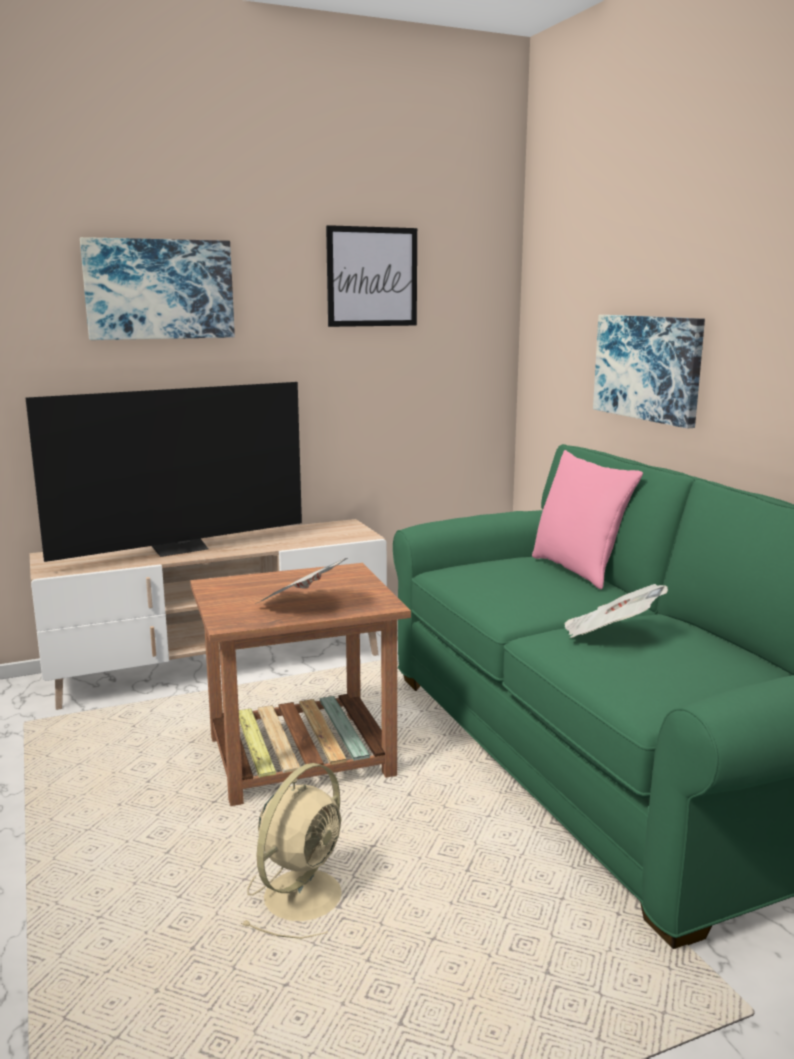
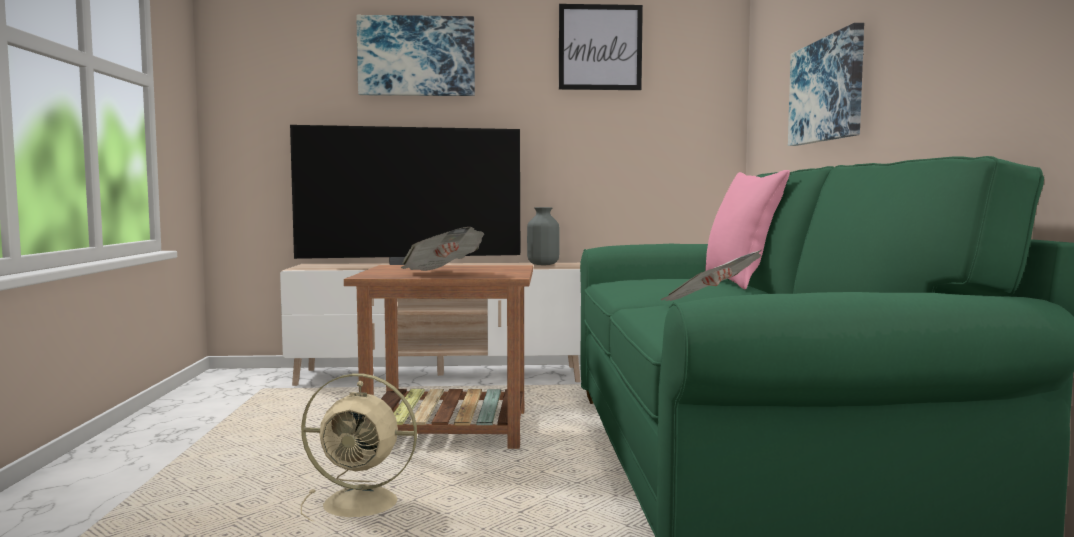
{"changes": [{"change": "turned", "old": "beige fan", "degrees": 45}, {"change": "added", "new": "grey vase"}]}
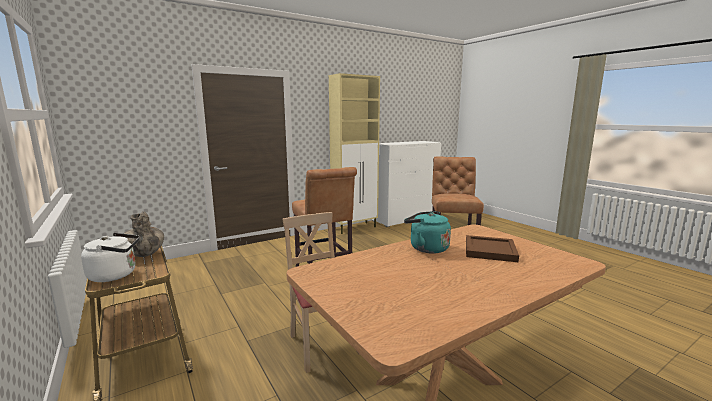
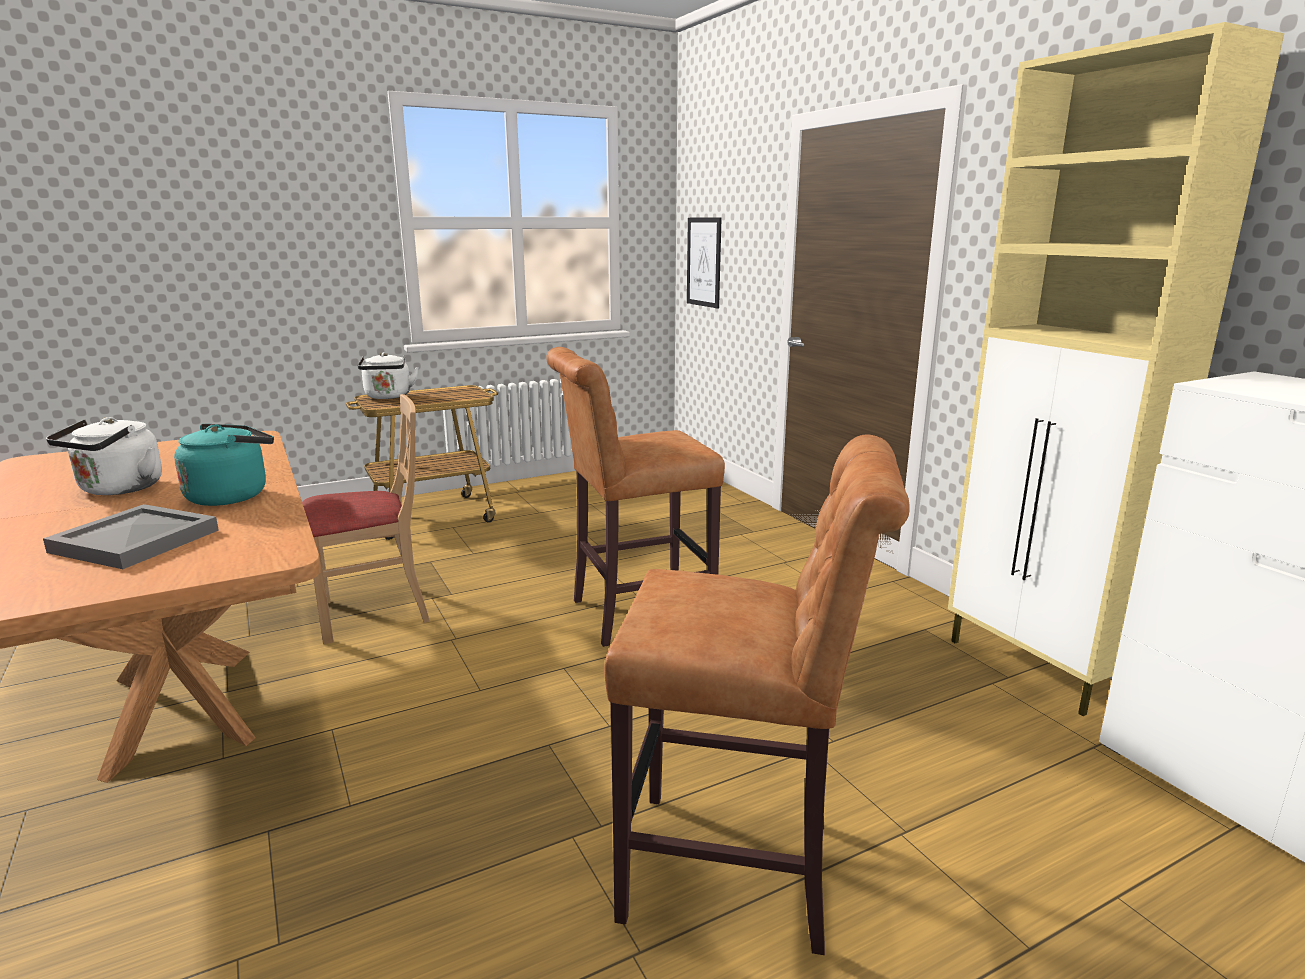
{"changes": [{"change": "recoloured", "old": "brown tray", "new": "grey tray"}, {"change": "added", "new": "white kettle (1st from left)"}, {"change": "added", "new": "picture"}, {"change": "removed", "old": "vase"}]}
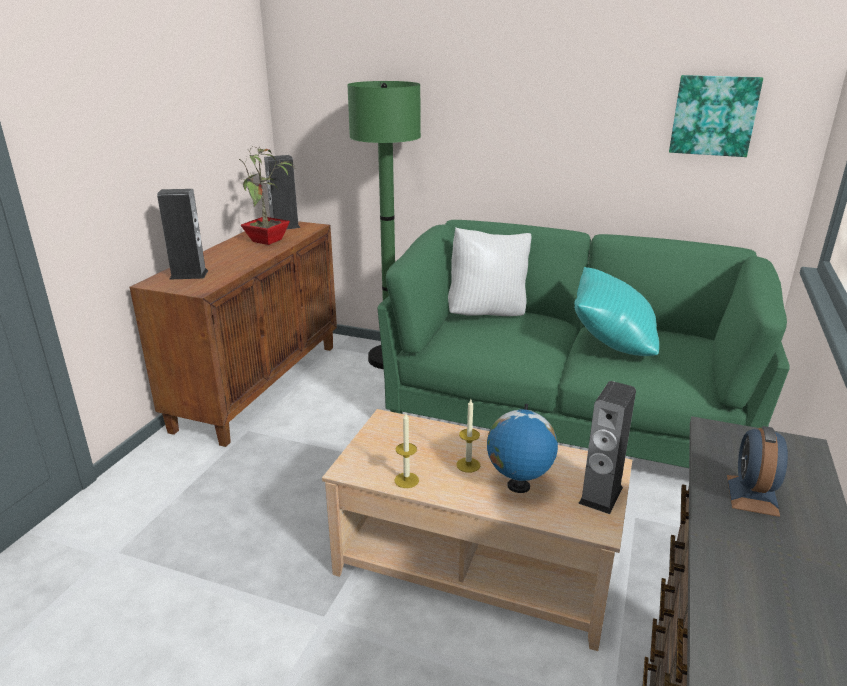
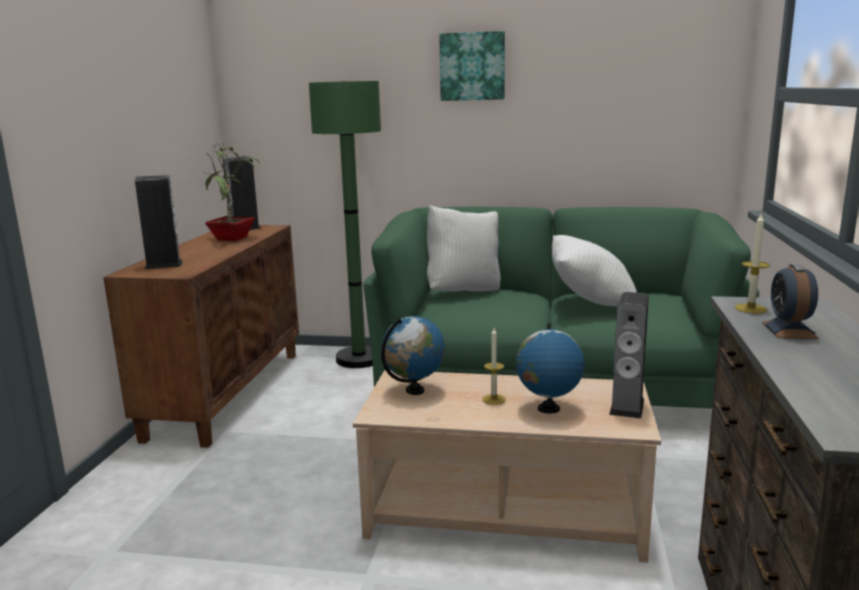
{"changes": [{"change": "added", "new": "globe (1st from left)"}, {"change": "moved", "old": "picture"}, {"change": "recoloured", "old": "turquoise pillow", "new": "white pillow (2nd from left)"}, {"change": "moved", "old": "candle (1st from left in the first image)", "new": "candle (2nd from left)"}]}
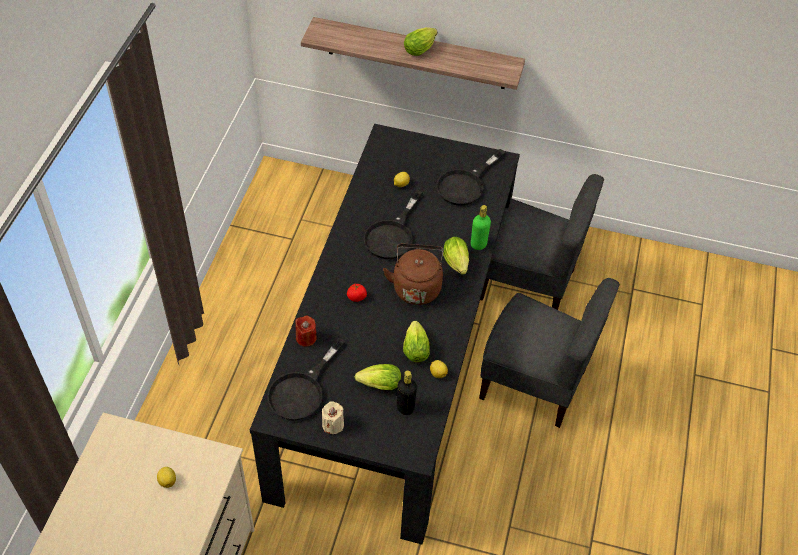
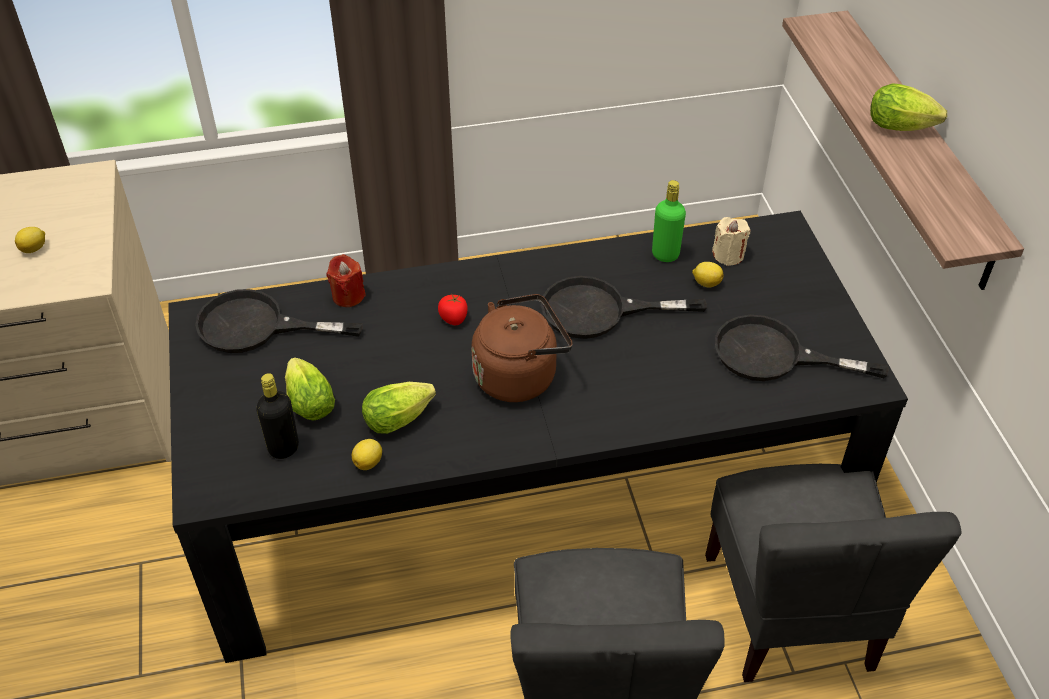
{"changes": [{"change": "moved", "old": "green bottle"}, {"change": "moved", "old": "beige candle"}, {"change": "removed", "old": "lettuce (4th from left)"}]}
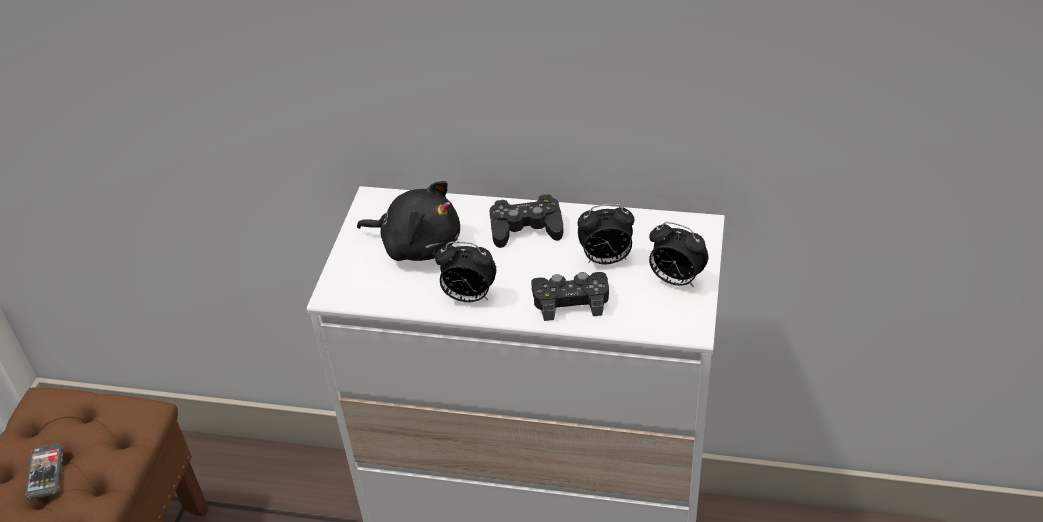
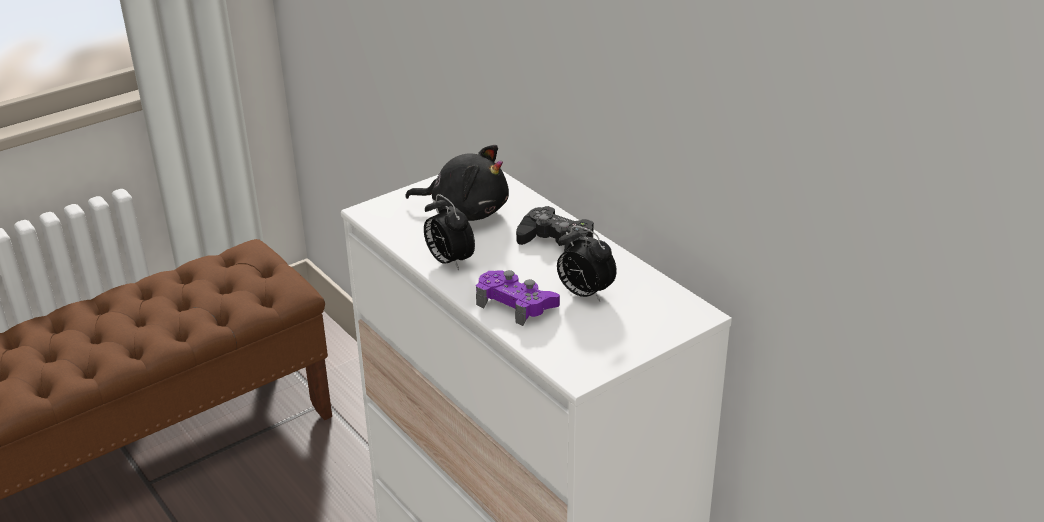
{"changes": [{"change": "turned", "old": "black plush toy", "degrees": -45}, {"change": "recoloured", "old": "black game controller (2nd from left)", "new": "purple game controller"}, {"change": "removed", "old": "phone"}, {"change": "removed", "old": "alarm clock (3rd from left)"}]}
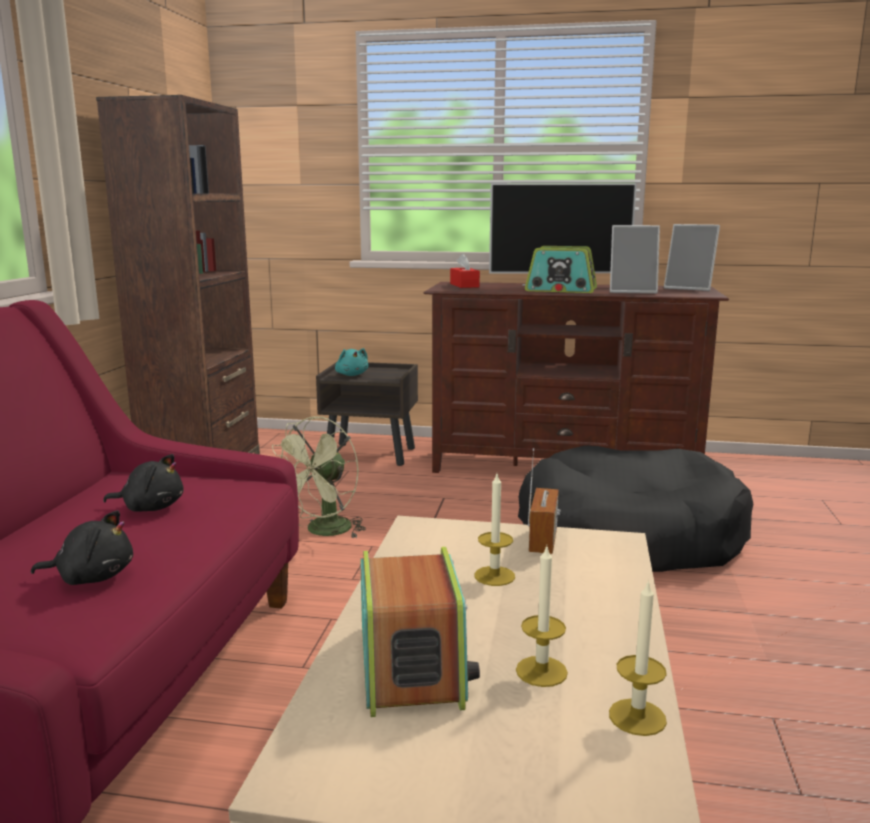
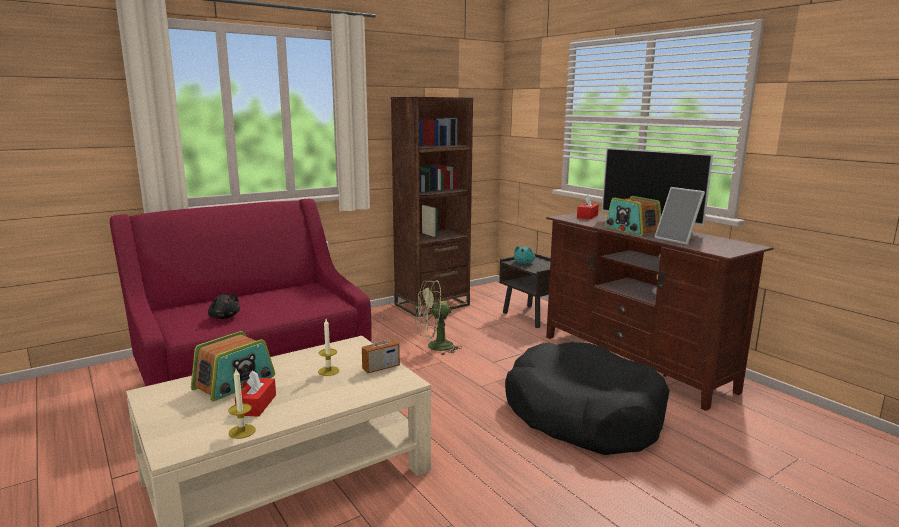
{"changes": [{"change": "replaced", "old": "candle (2nd from left)", "new": "red tissue box (1st from left)"}, {"change": "removed", "old": "black plush toy (2nd from left)"}, {"change": "removed", "old": "picture frame (2nd from left)"}]}
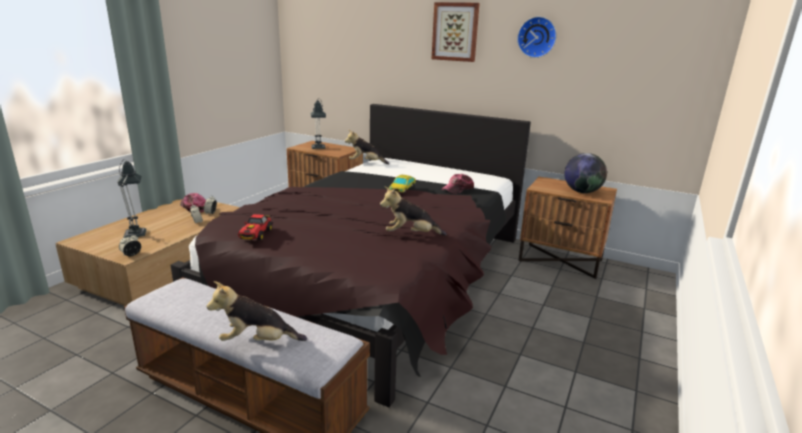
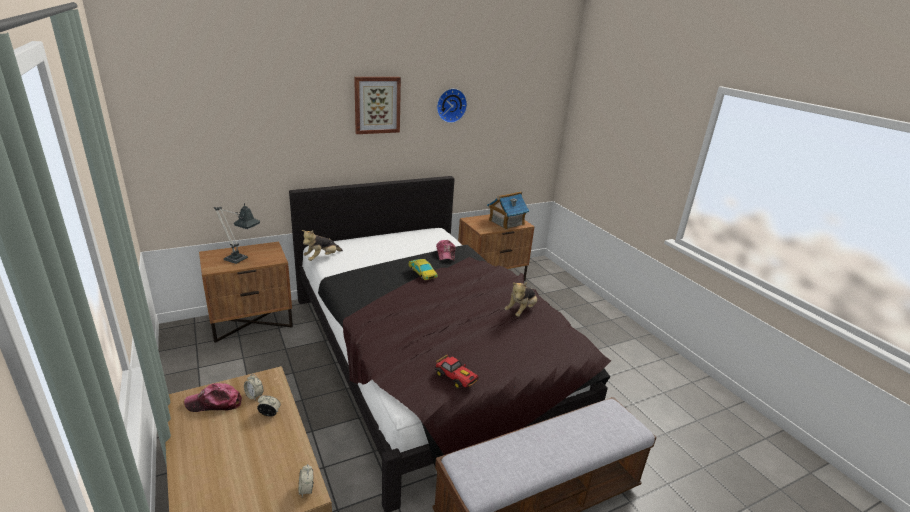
{"changes": [{"change": "replaced", "old": "globe", "new": "toy house"}, {"change": "removed", "old": "table lamp (1st from left)"}, {"change": "removed", "old": "plush toy (1st from left)"}]}
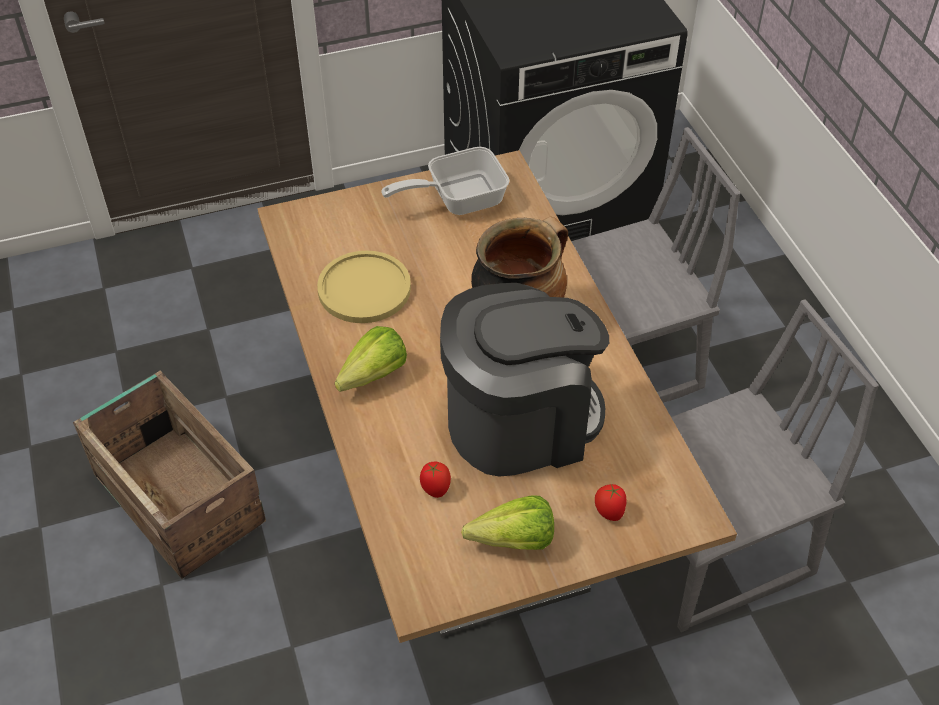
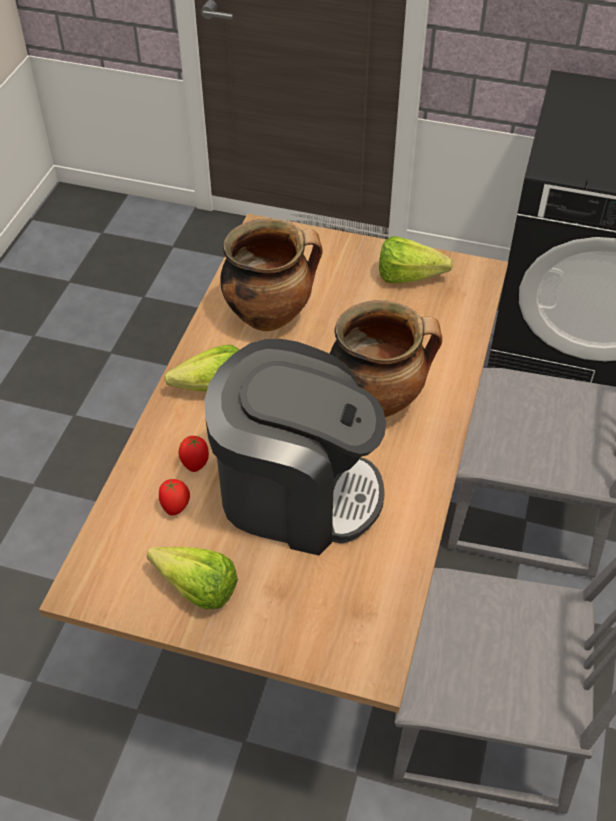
{"changes": [{"change": "moved", "old": "tomato (2nd from left)"}, {"change": "replaced", "old": "yellow plate", "new": "cooking pot (1st from left)"}, {"change": "replaced", "old": "frying pan", "new": "lettuce (3rd from left)"}, {"change": "removed", "old": "crate"}]}
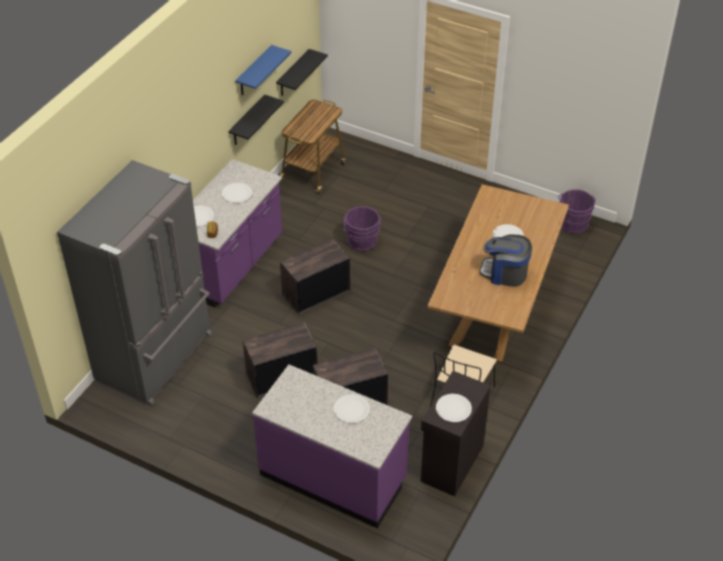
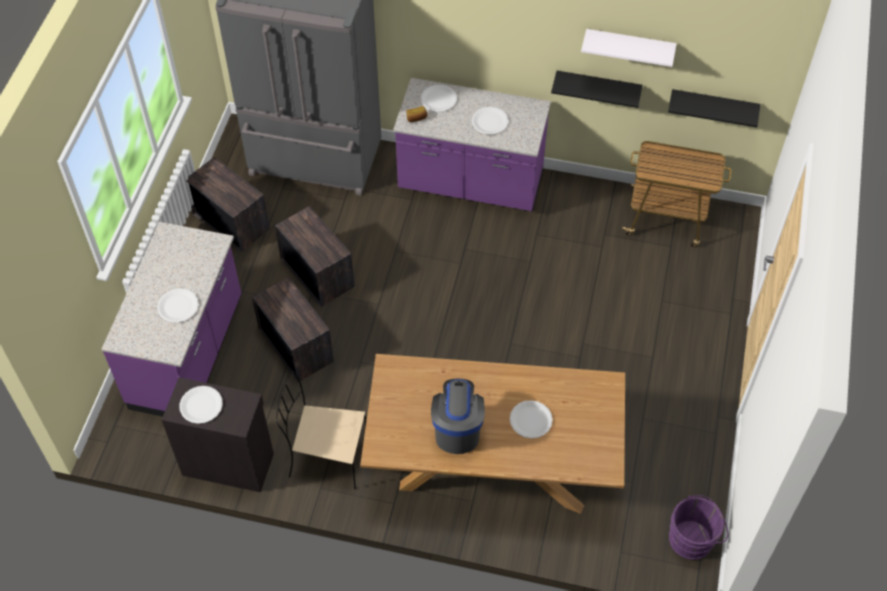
{"changes": [{"change": "moved", "old": "crate (2nd from left in the first image)", "new": "crate (1st from left)"}, {"change": "recoloured", "old": "blue shelf", "new": "white shelf"}, {"change": "removed", "old": "purple bucket (1st from left)"}]}
